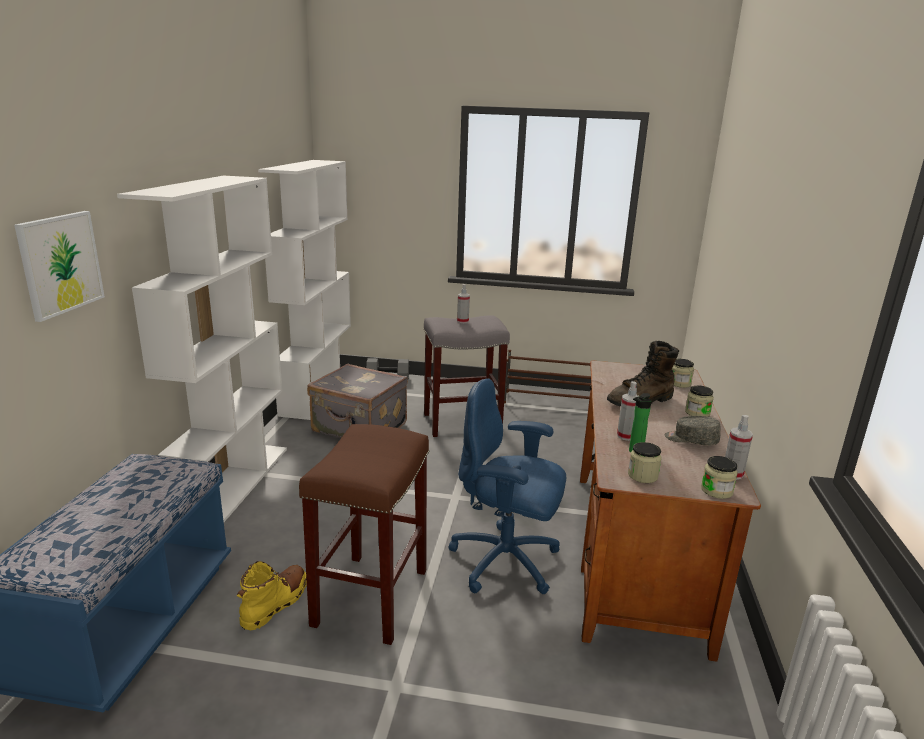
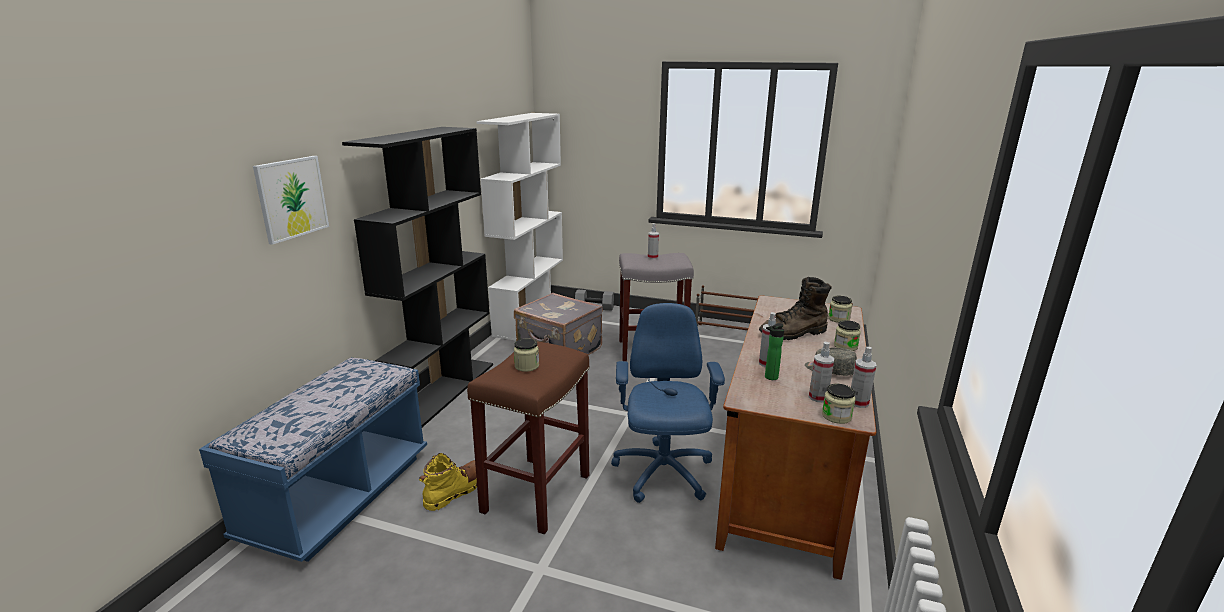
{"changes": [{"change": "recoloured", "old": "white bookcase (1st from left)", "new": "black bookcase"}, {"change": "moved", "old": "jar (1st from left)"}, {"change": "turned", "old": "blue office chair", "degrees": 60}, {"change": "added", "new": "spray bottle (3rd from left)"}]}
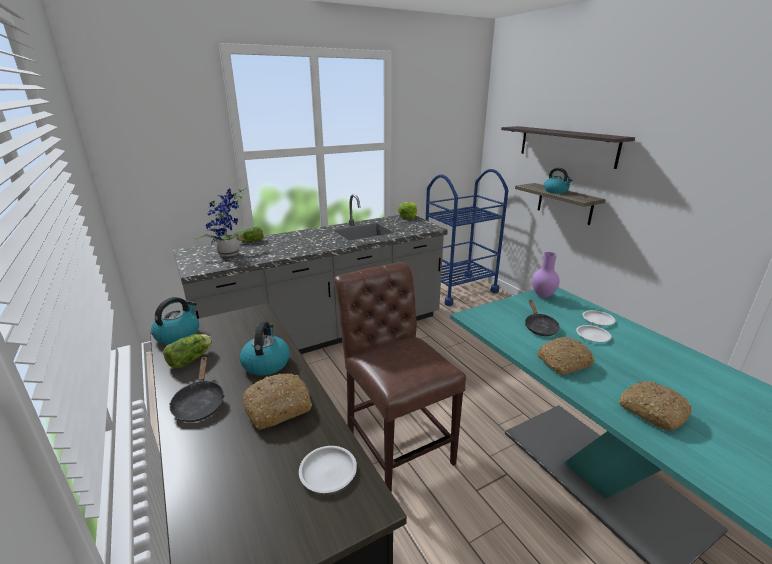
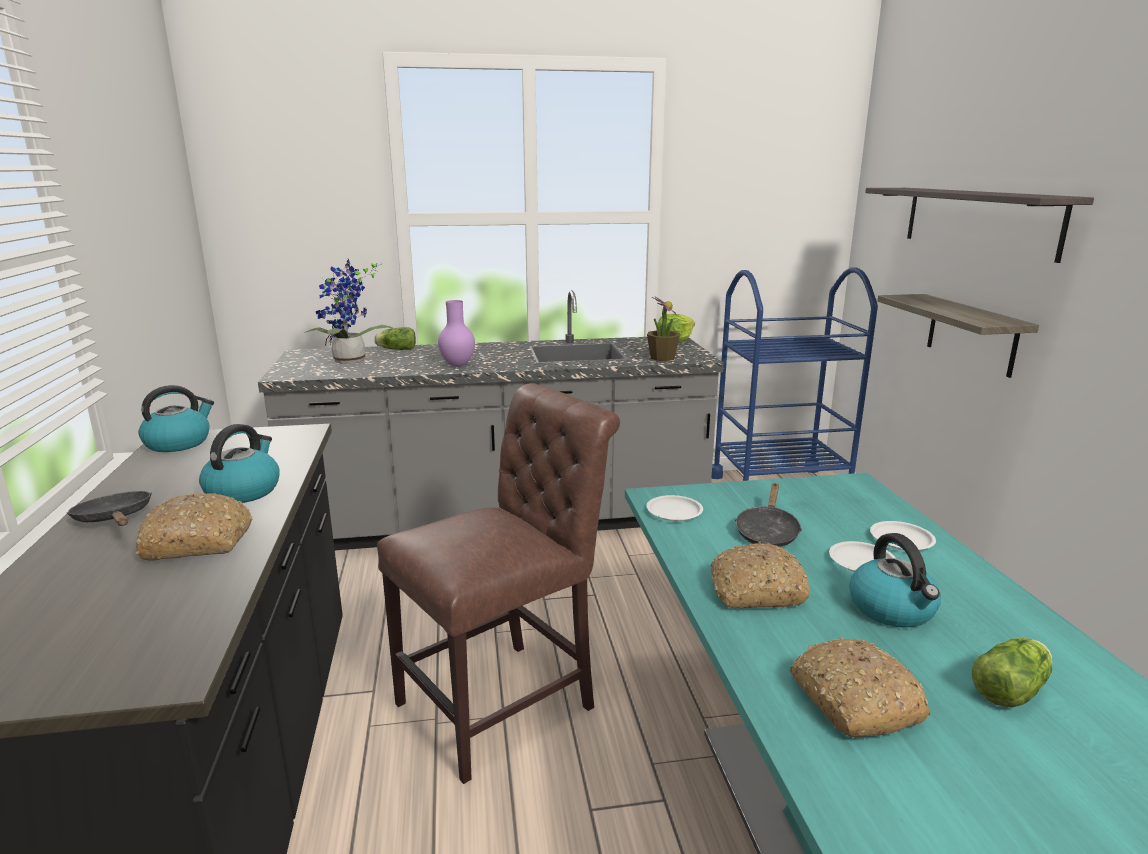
{"changes": [{"change": "turned", "old": "black frying pan (1st from left)", "degrees": 135}, {"change": "turned", "old": "brown chair", "degrees": 60}, {"change": "moved", "old": "purple vase"}, {"change": "added", "new": "potted plant (2nd from left)"}, {"change": "moved", "old": "white plate (1st from left)"}, {"change": "moved", "old": "kettle (3rd from left)"}, {"change": "moved", "old": "lettuce (1st from left in the first image)", "new": "lettuce (3rd from left)"}]}
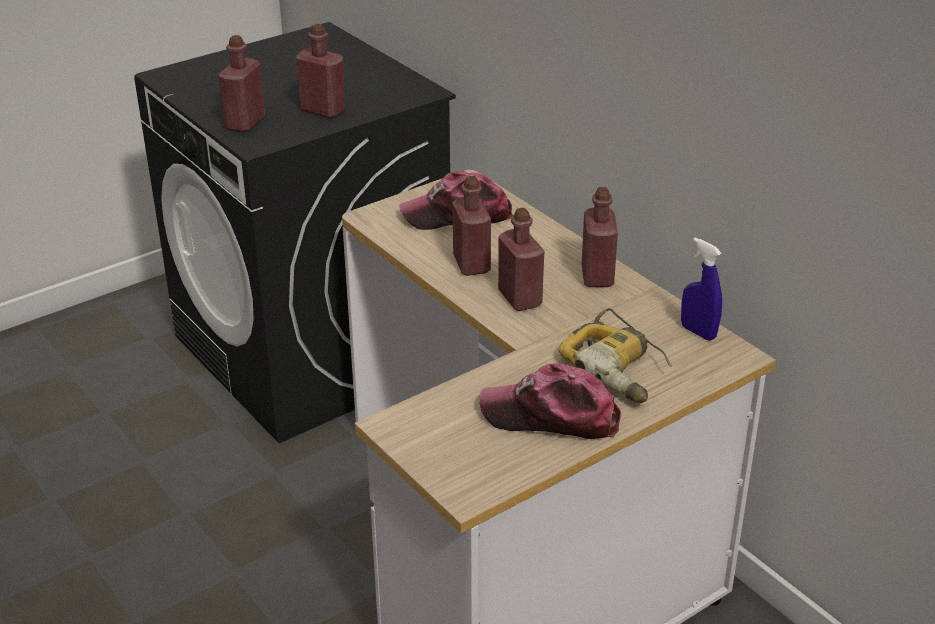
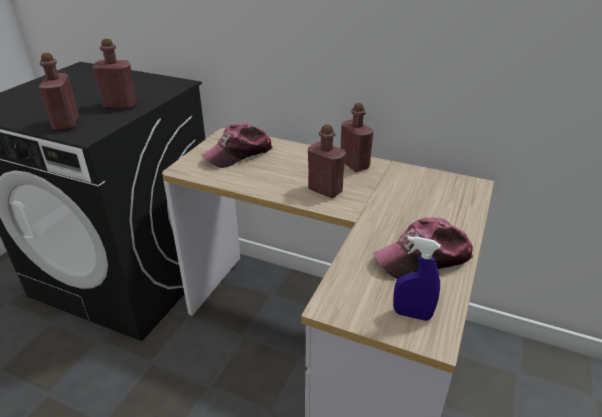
{"changes": [{"change": "moved", "old": "blue spray bottle"}, {"change": "removed", "old": "red bottle (3rd from left)"}, {"change": "removed", "old": "power drill"}]}
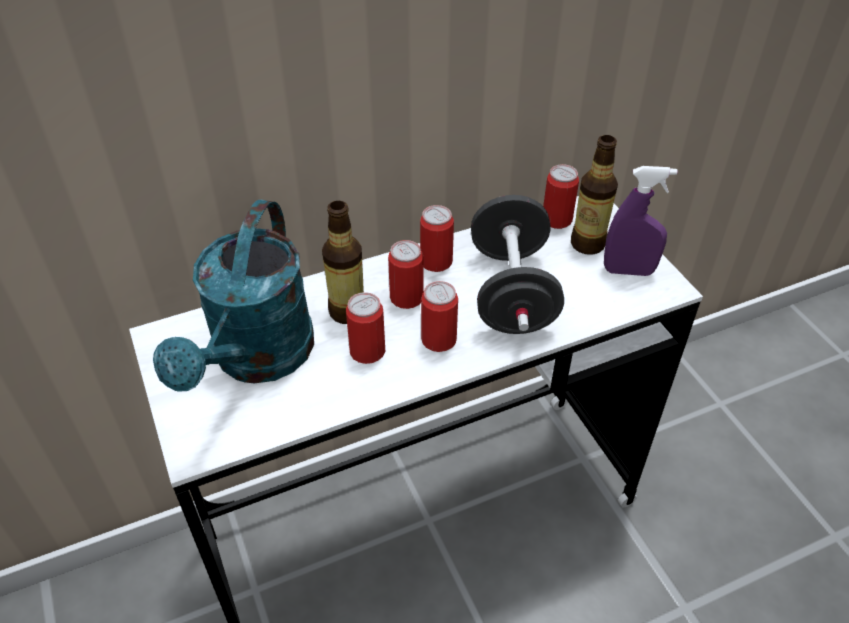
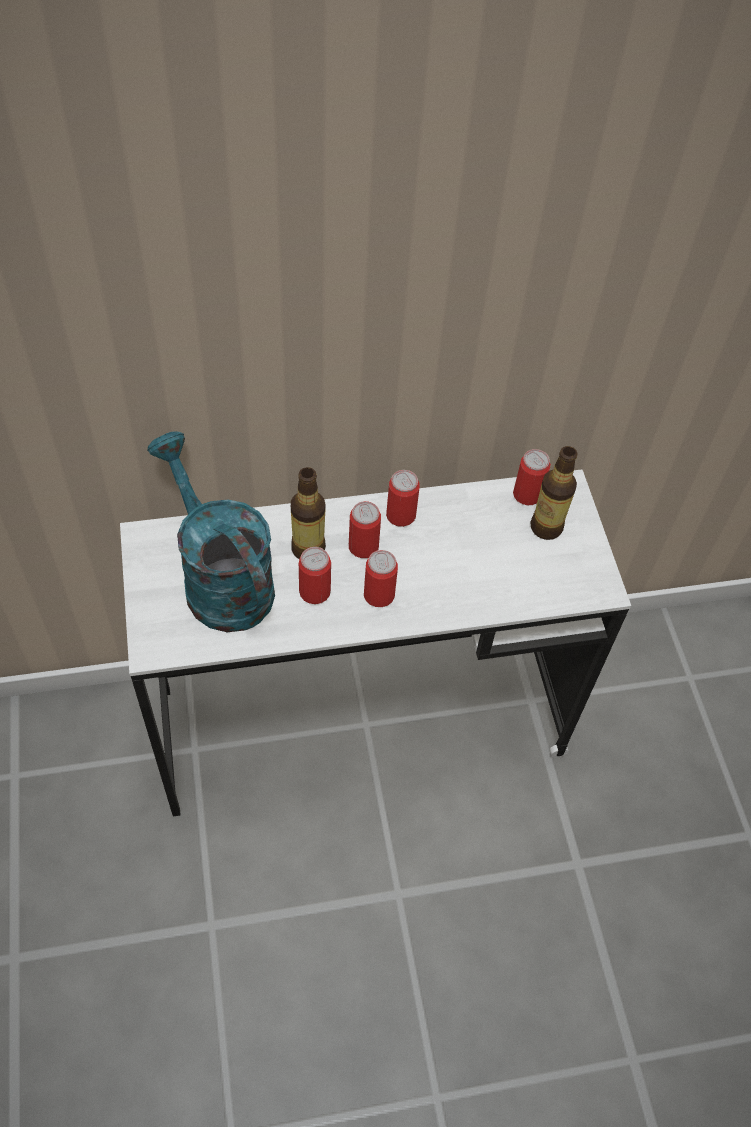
{"changes": [{"change": "turned", "old": "turquoise watering can", "degrees": 120}, {"change": "removed", "old": "black dumbbell"}, {"change": "removed", "old": "purple spray bottle"}]}
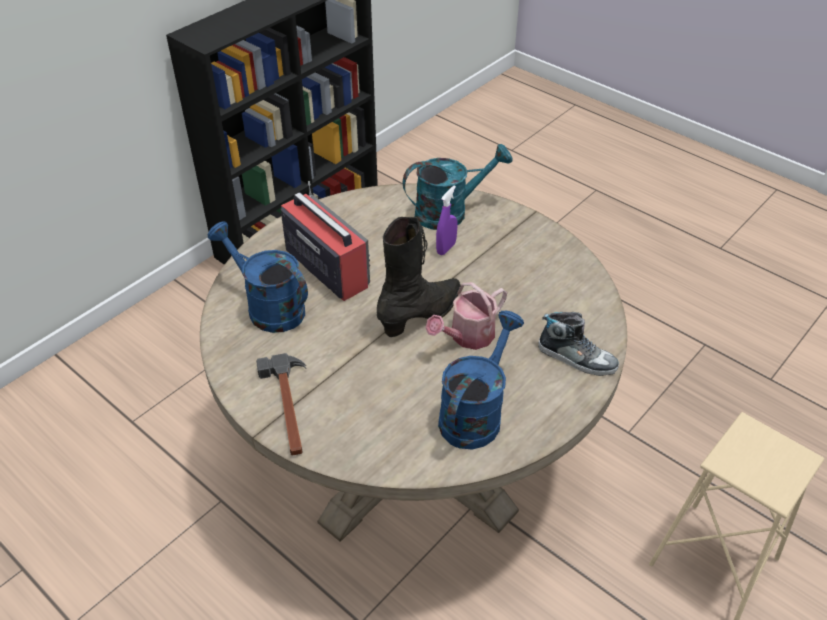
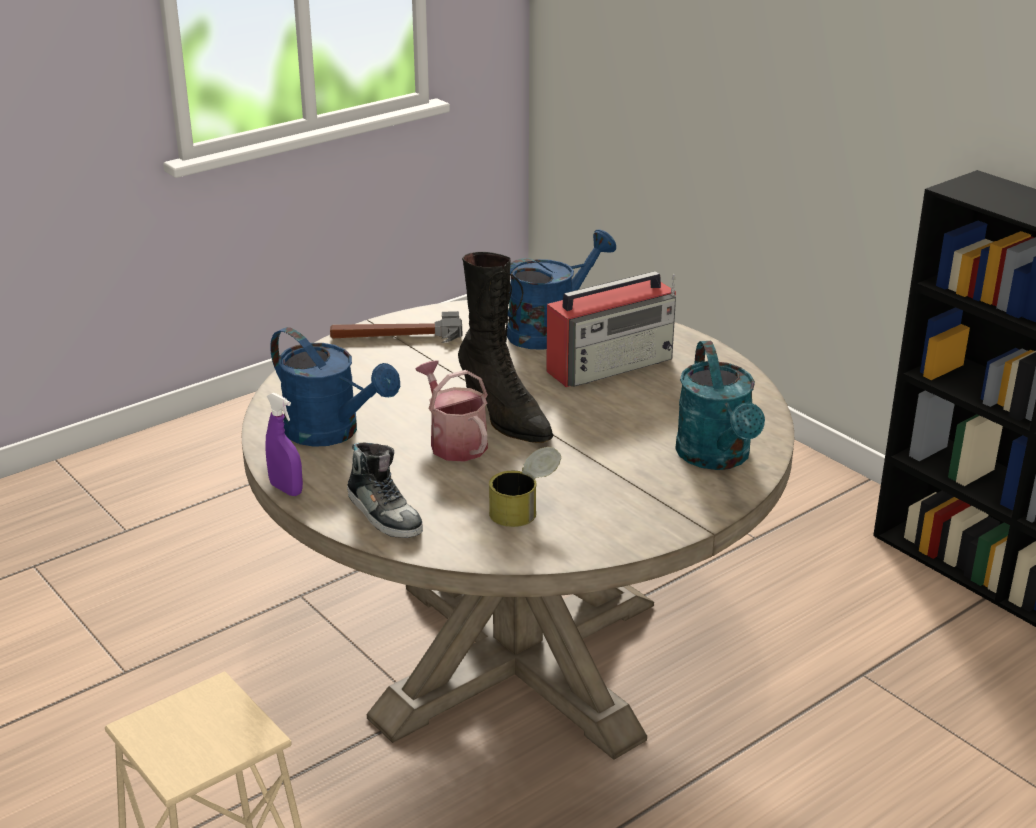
{"changes": [{"change": "moved", "old": "purple spray bottle"}, {"change": "turned", "old": "shoe", "degrees": -75}, {"change": "added", "new": "can"}]}
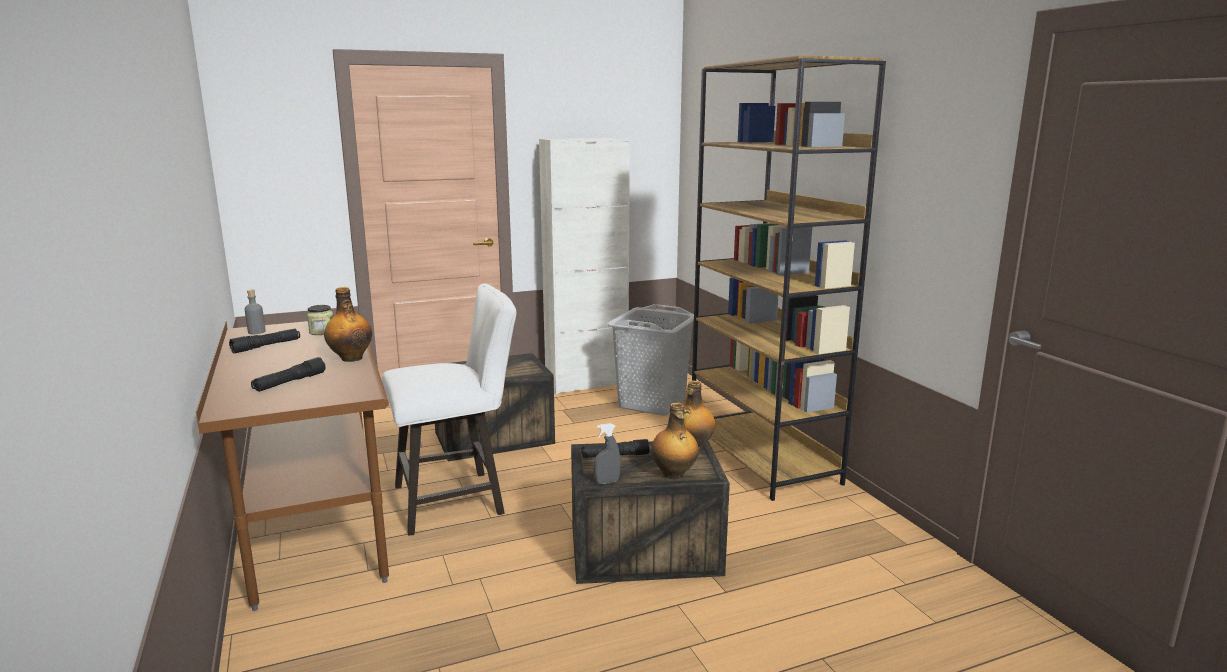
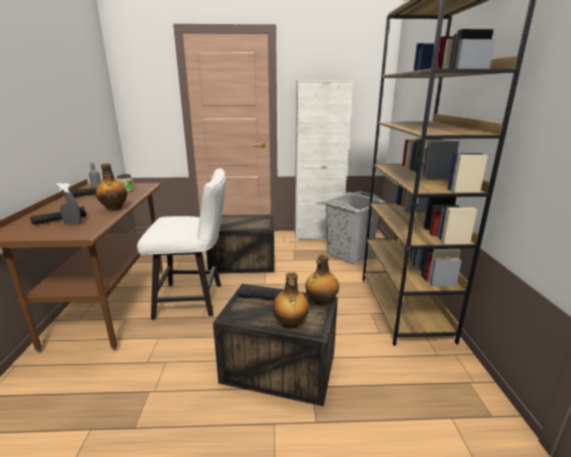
{"changes": [{"change": "moved", "old": "grey spray bottle"}]}
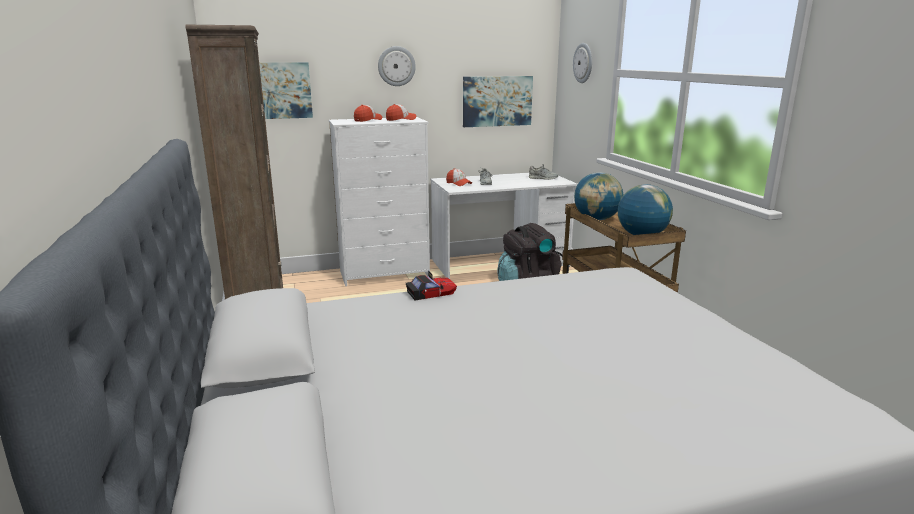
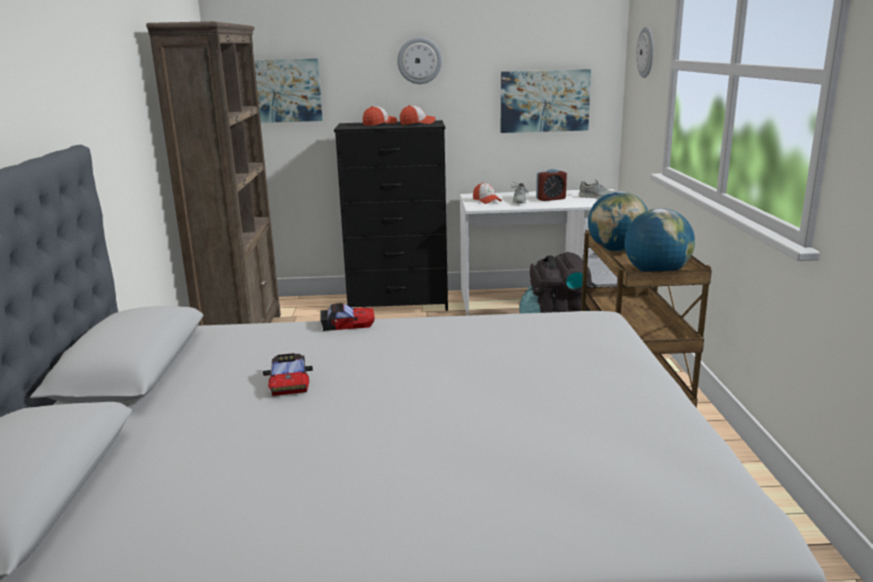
{"changes": [{"change": "added", "new": "toy car (1st from left)"}, {"change": "recoloured", "old": "white dresser", "new": "black dresser"}, {"change": "added", "new": "alarm clock"}]}
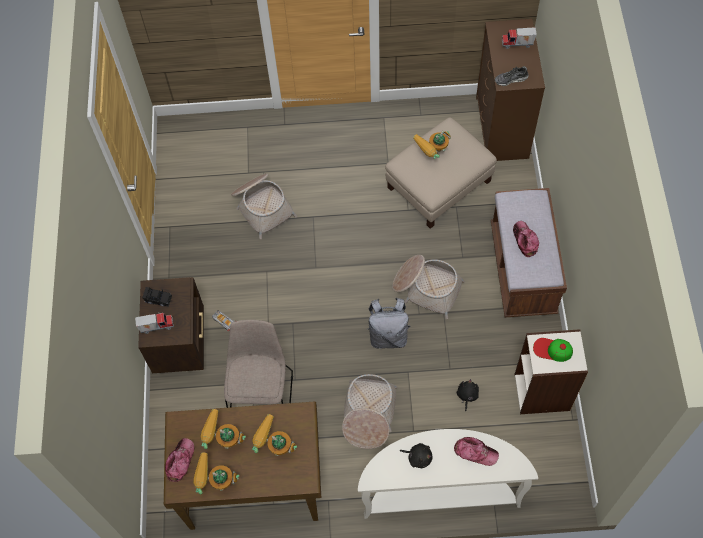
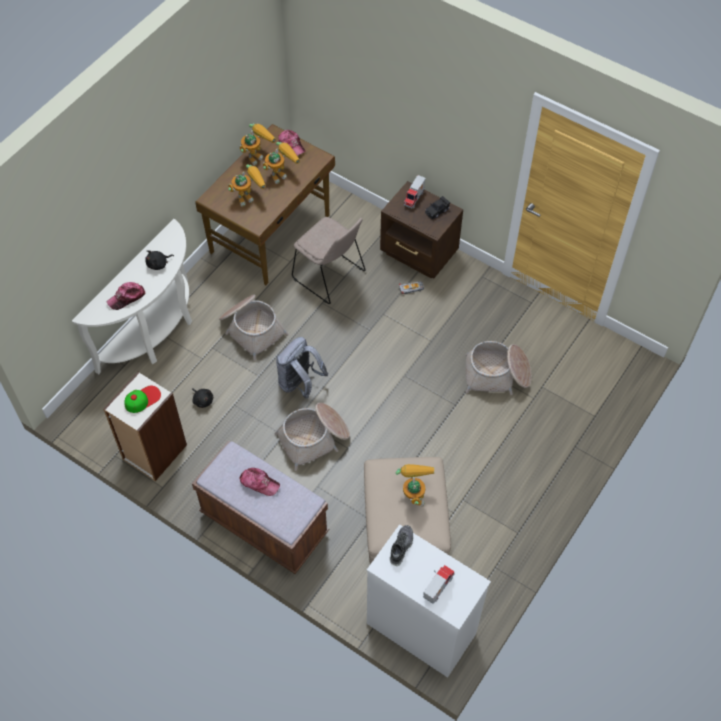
{"changes": [{"change": "recoloured", "old": "brown dresser", "new": "white dresser"}]}
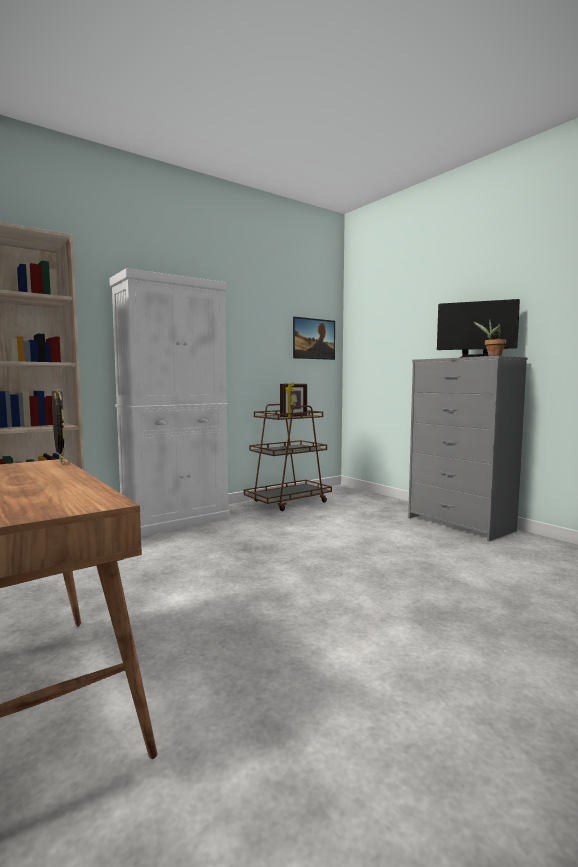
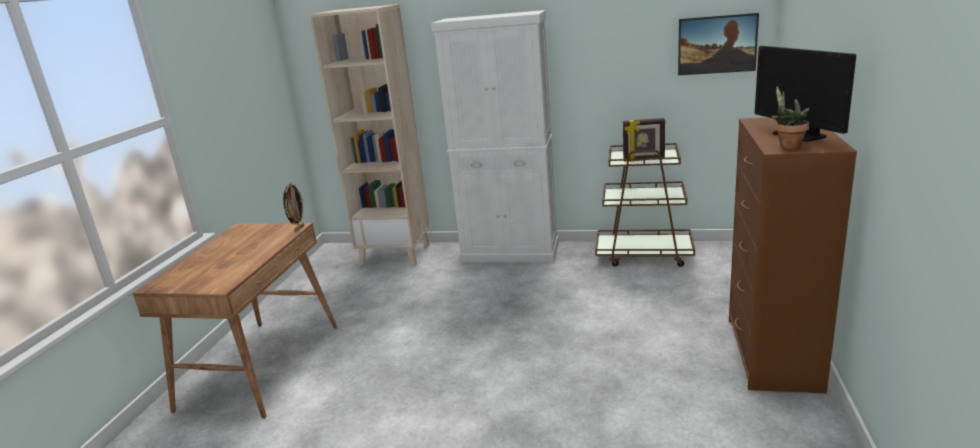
{"changes": [{"change": "recoloured", "old": "grey dresser", "new": "brown dresser"}]}
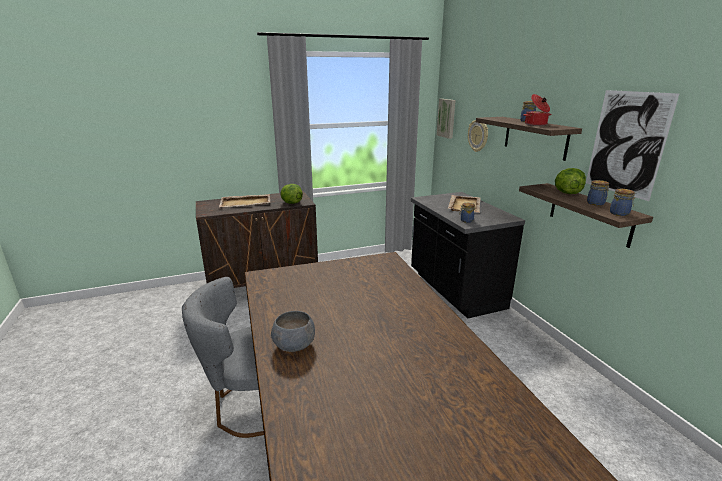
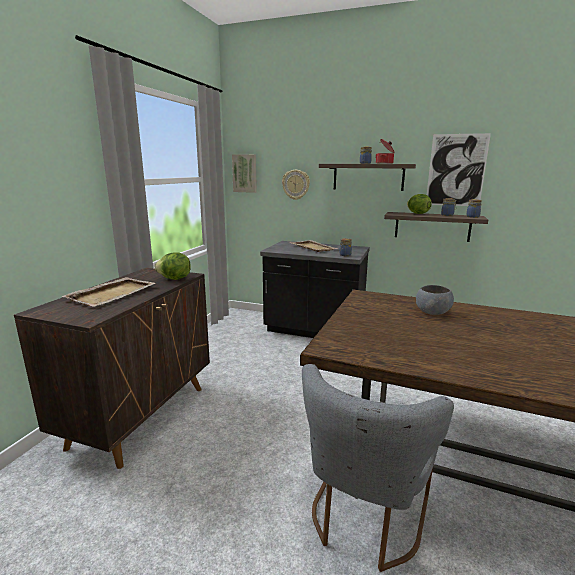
{"changes": [{"change": "moved", "old": "grey bowl"}]}
